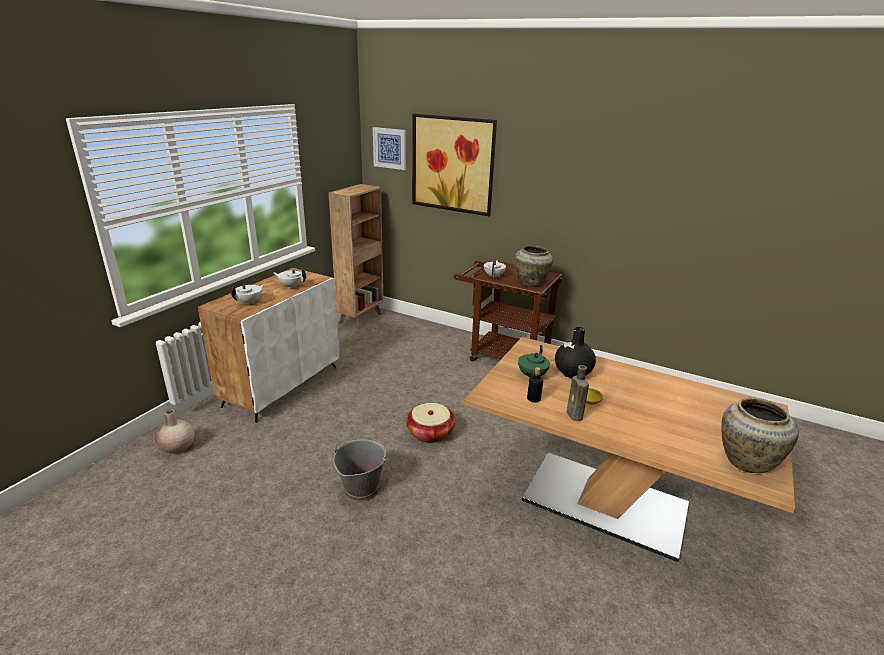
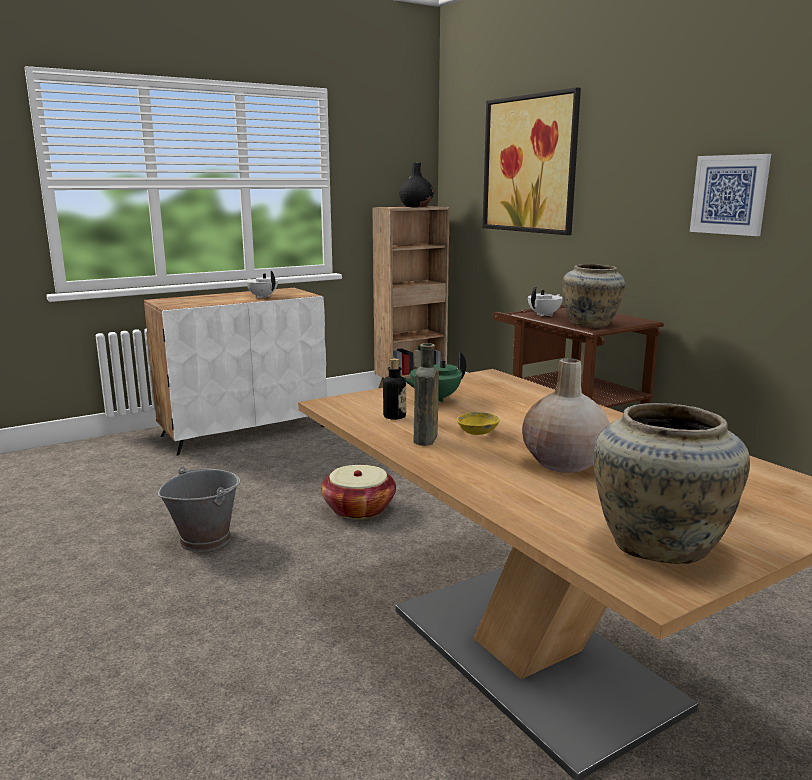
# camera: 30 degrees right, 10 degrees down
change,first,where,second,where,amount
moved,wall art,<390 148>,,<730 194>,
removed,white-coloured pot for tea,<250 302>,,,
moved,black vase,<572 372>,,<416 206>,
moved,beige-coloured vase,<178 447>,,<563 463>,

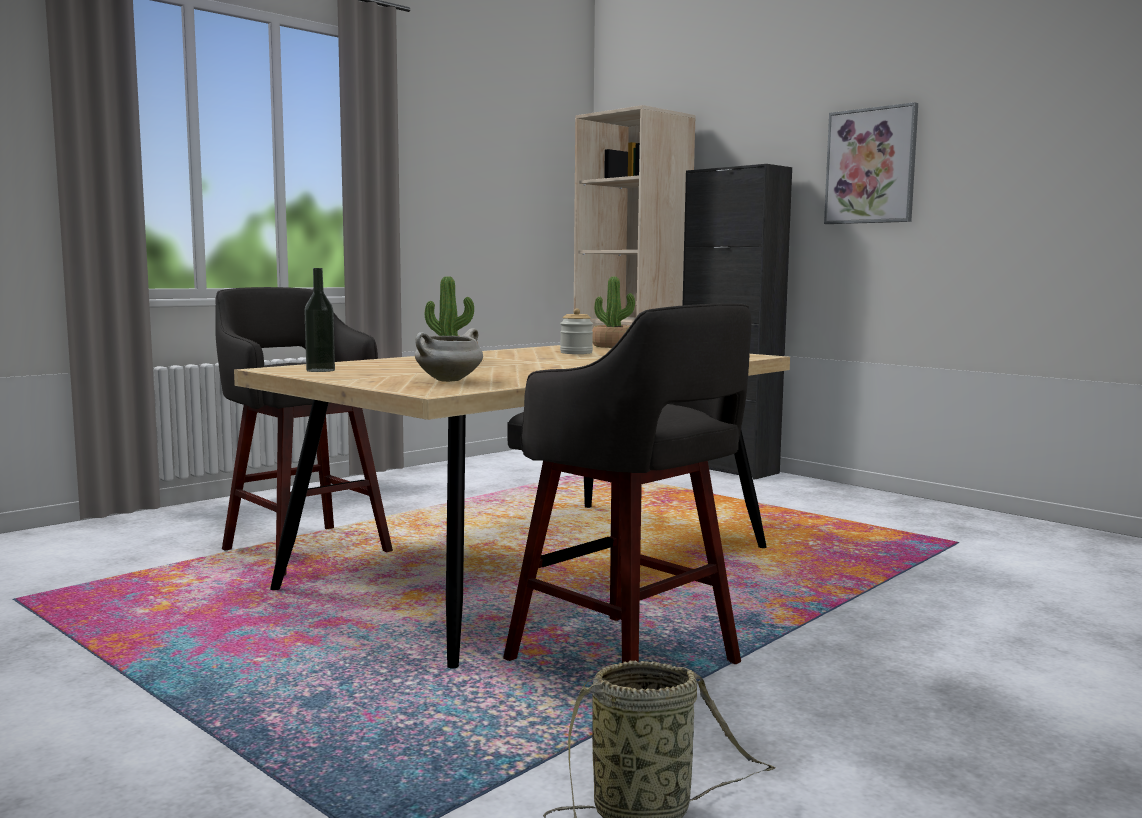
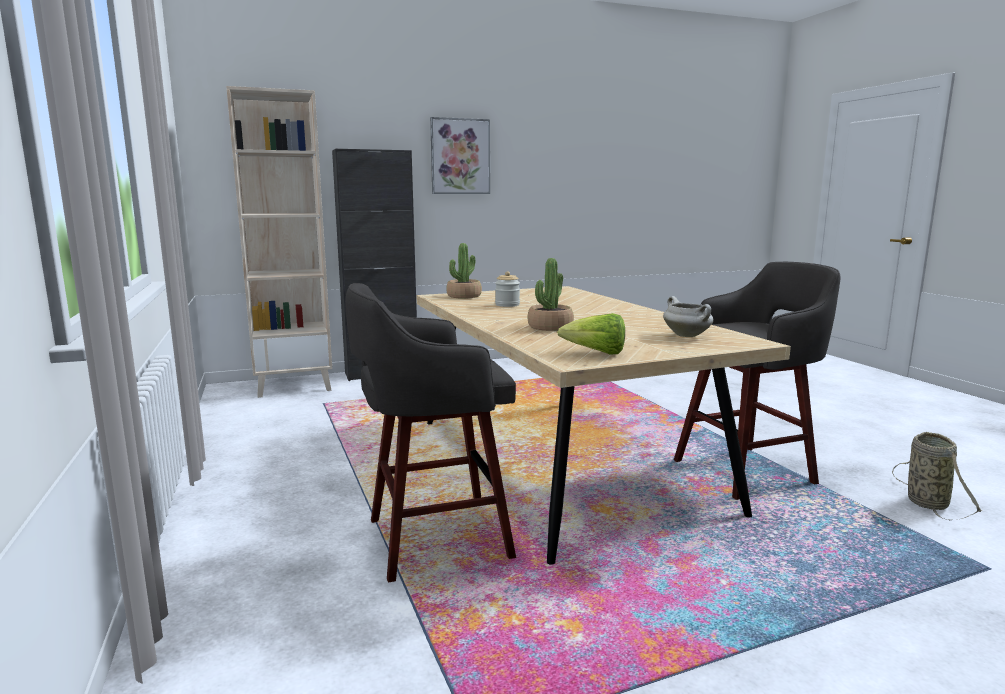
# camera: 65 degrees left, 5 degrees up
change,first,where,second,where,amount
replaced,bottle,<320 370>,lettuce,<596 353>,

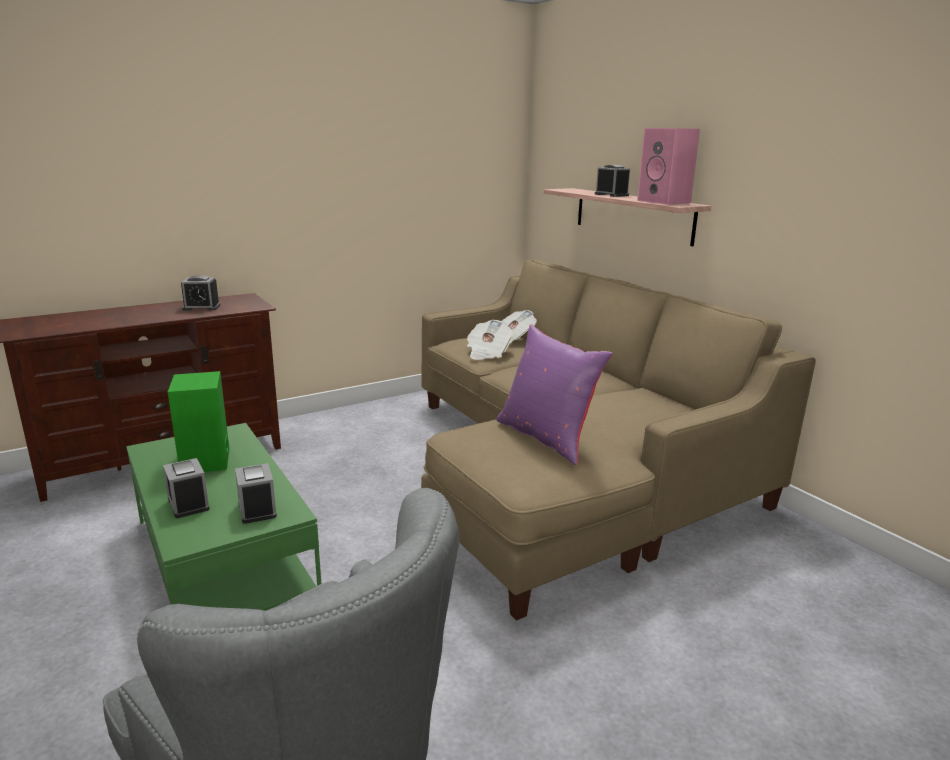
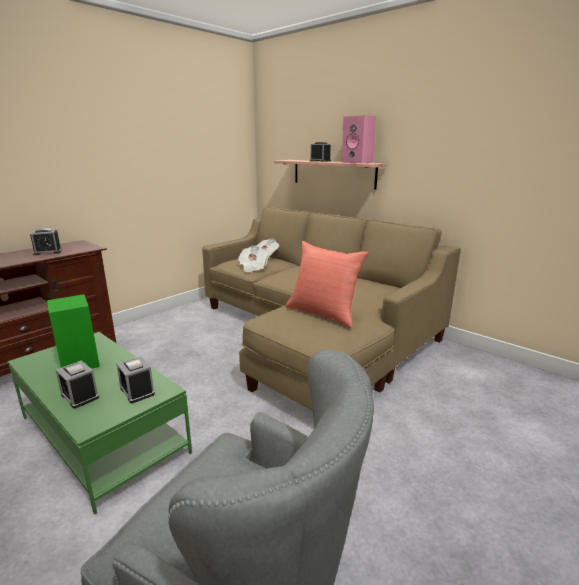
# camera: 15 degrees left, 0 degrees up
change,first,where,second,where,amount
recoloured,purple-coloured cushion,<547 438>,red-coloured cushion,<323 313>,

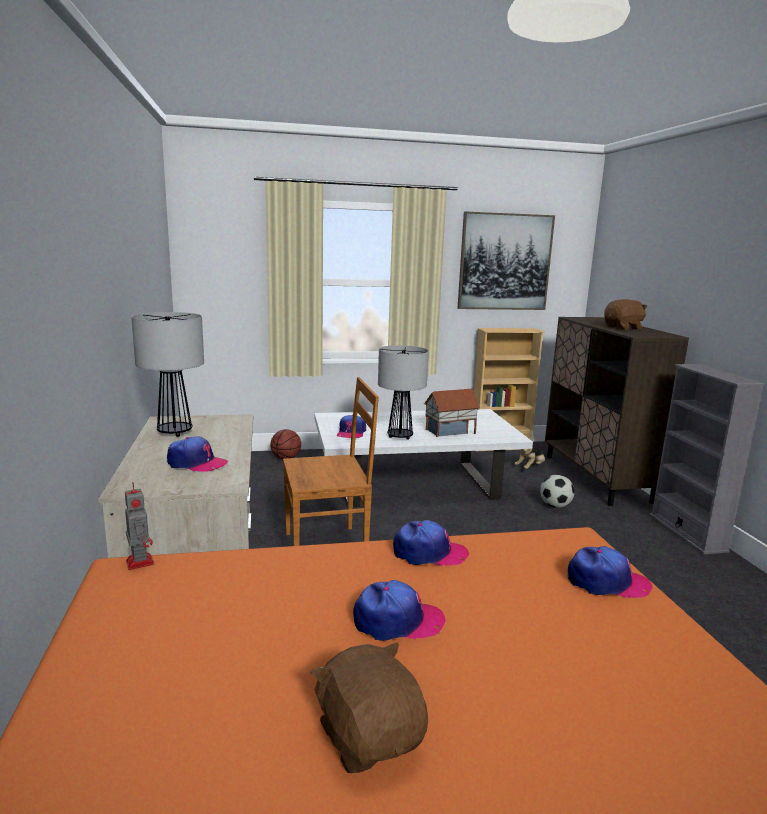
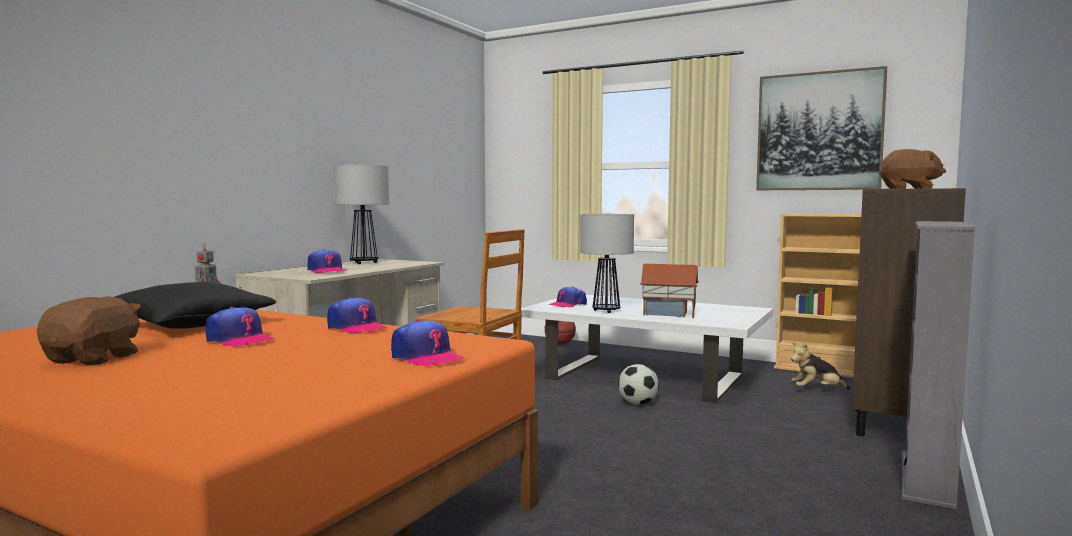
# camera: 40 degrees right, 10 degrees down
change,first,where,second,where,amount
moved,football ball,<555 505>,,<638 403>,
added,,,black cushion,<191 325>,

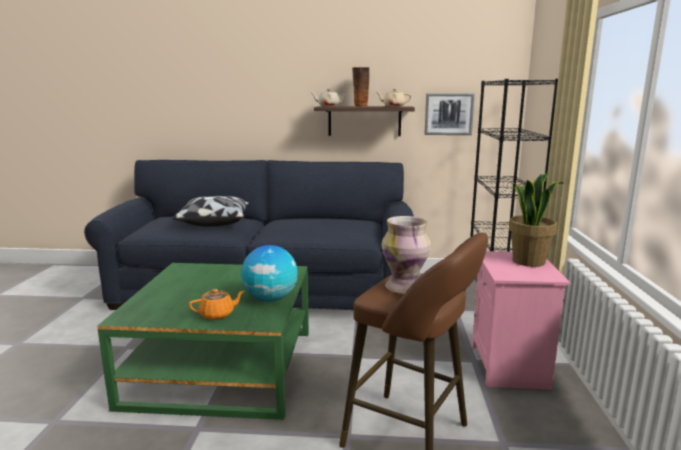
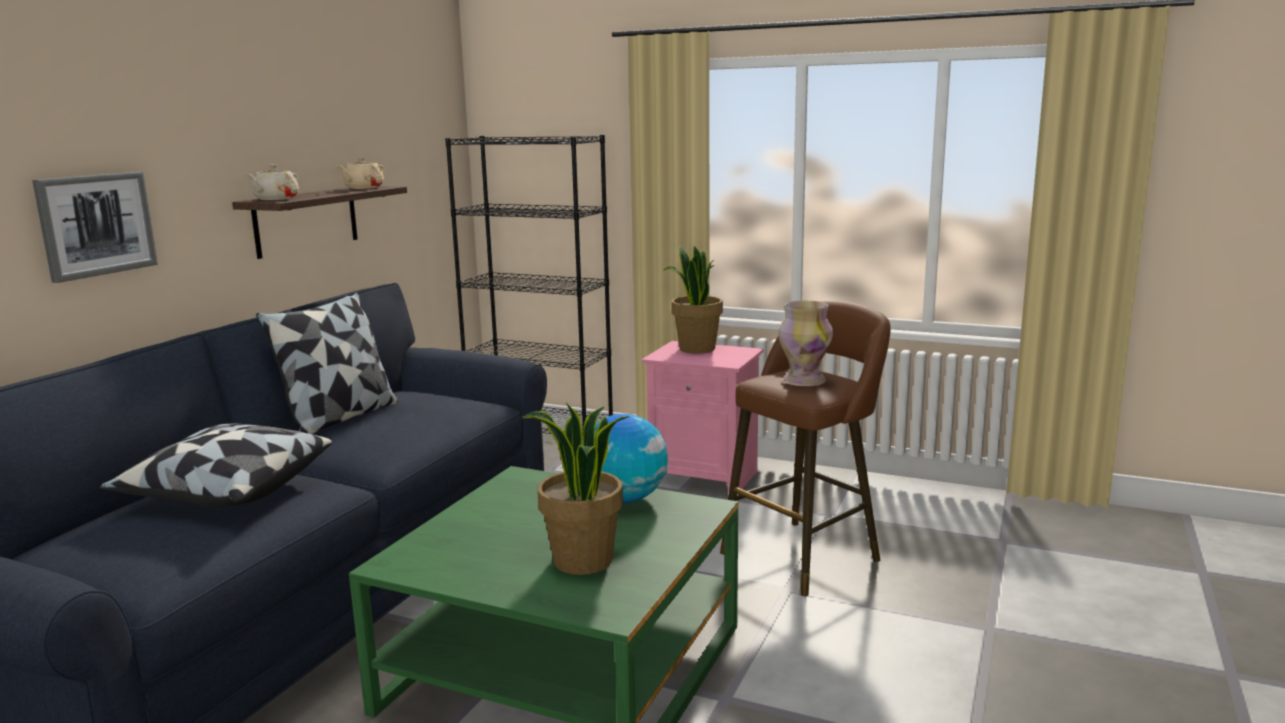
# camera: 70 degrees left, 0 degrees up
change,first,where,second,where,amount
removed,vase,<360 106>,,,
moved,wall art,<448 114>,,<96 224>,
removed,orange-coloured pot for tea,<217 314>,,,
added,,,cushion,<339 418>,
added,,,houseplant,<582 561>,

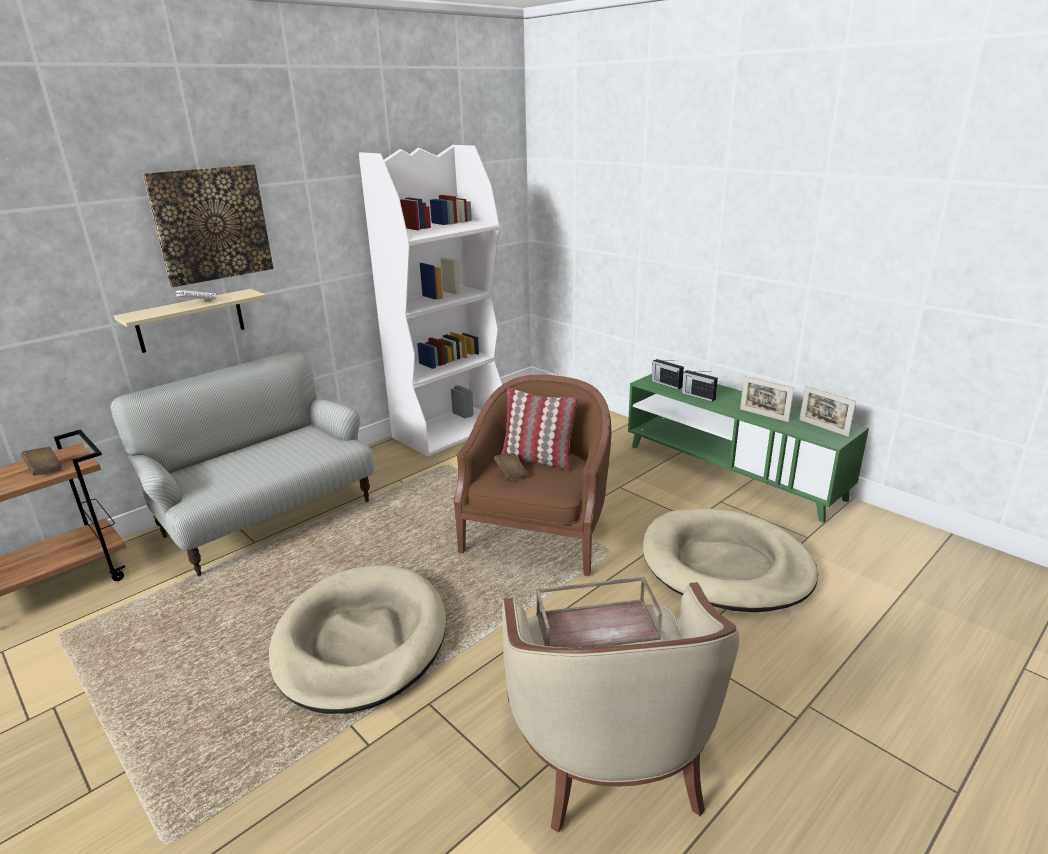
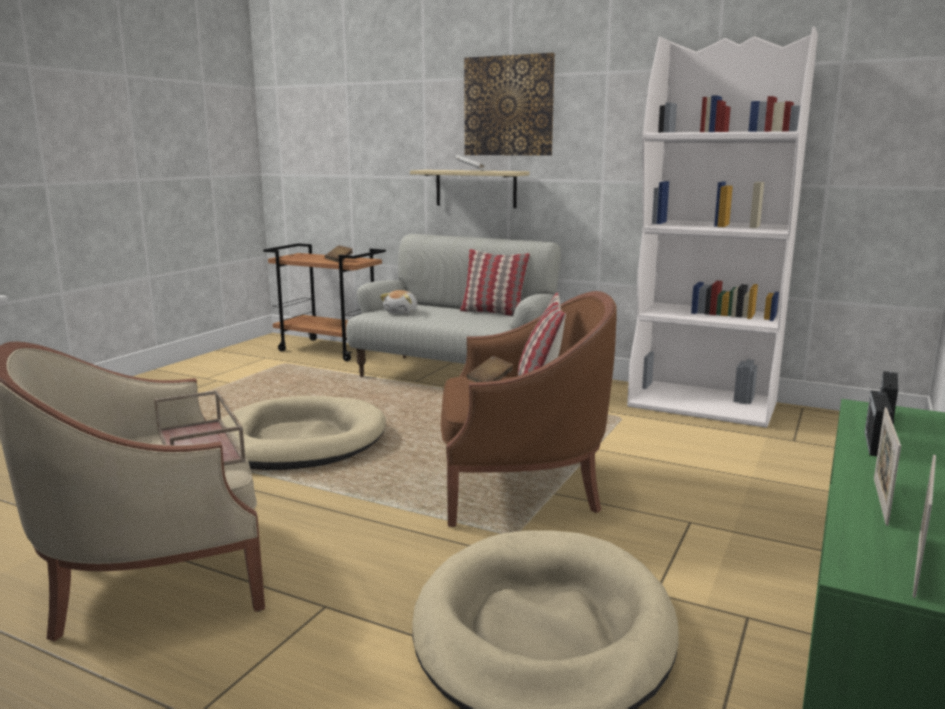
# camera: 70 degrees right, 10 degrees down
change,first,where,second,where,amount
added,,,cushion,<493 312>,
added,,,plush toy,<402 312>,

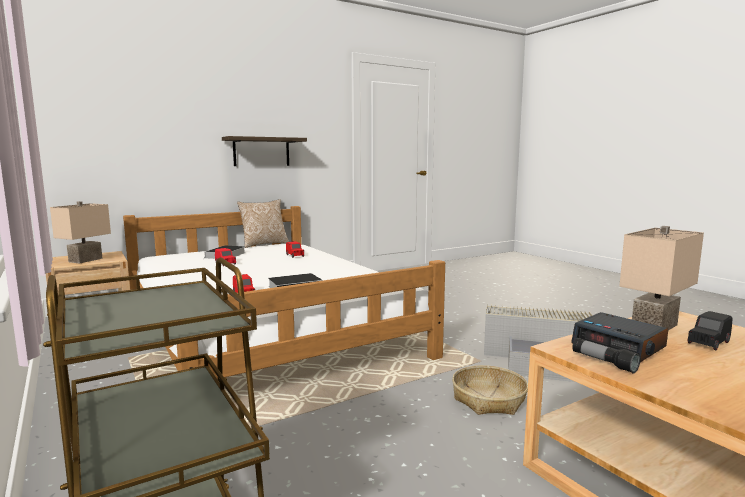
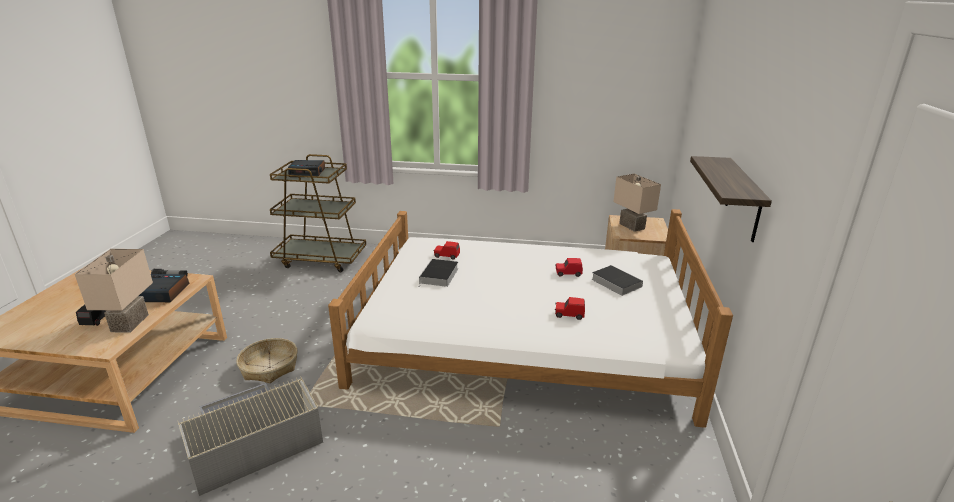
# camera: 130 degrees right, 15 degrees up
change,first,where,second,where,amount
removed,cushion,<264 244>,,,
added,,,bedside clock,<308 172>,

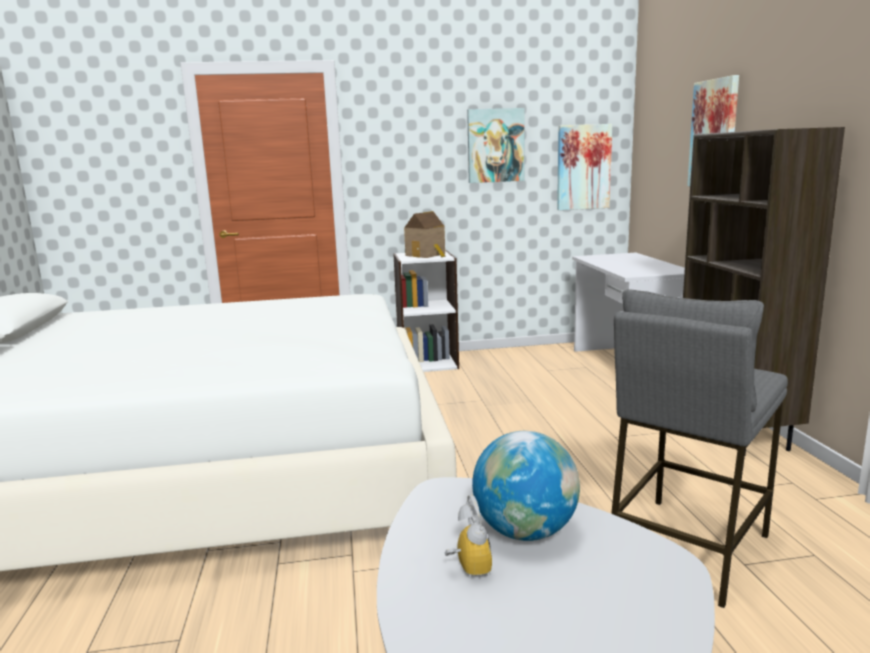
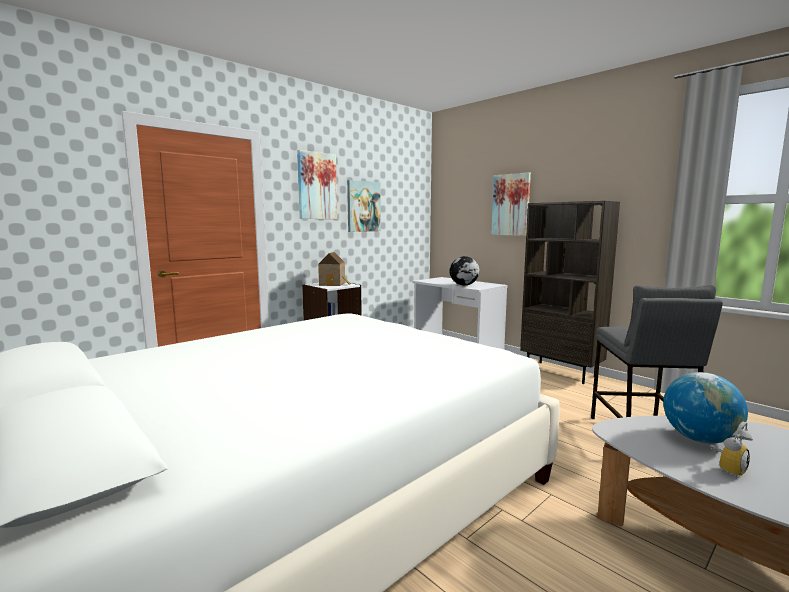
# camera: 35 degrees left, 5 degrees down
change,first,where,second,where,amount
moved,wall art,<583 167>,,<316 186>,
turned,bedside clock,<466 568>,,<727 469>,105 degrees clockwise
added,,,globe,<463 285>,

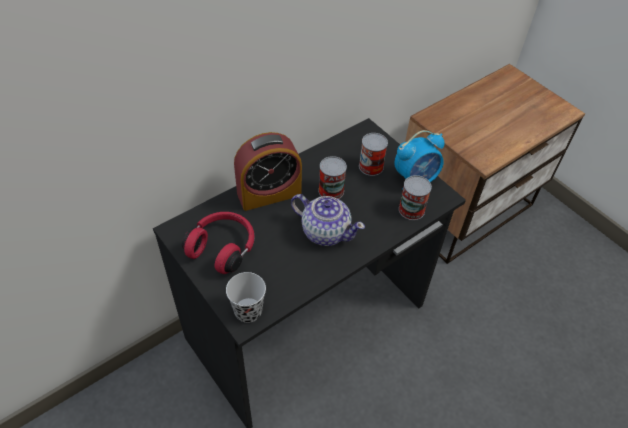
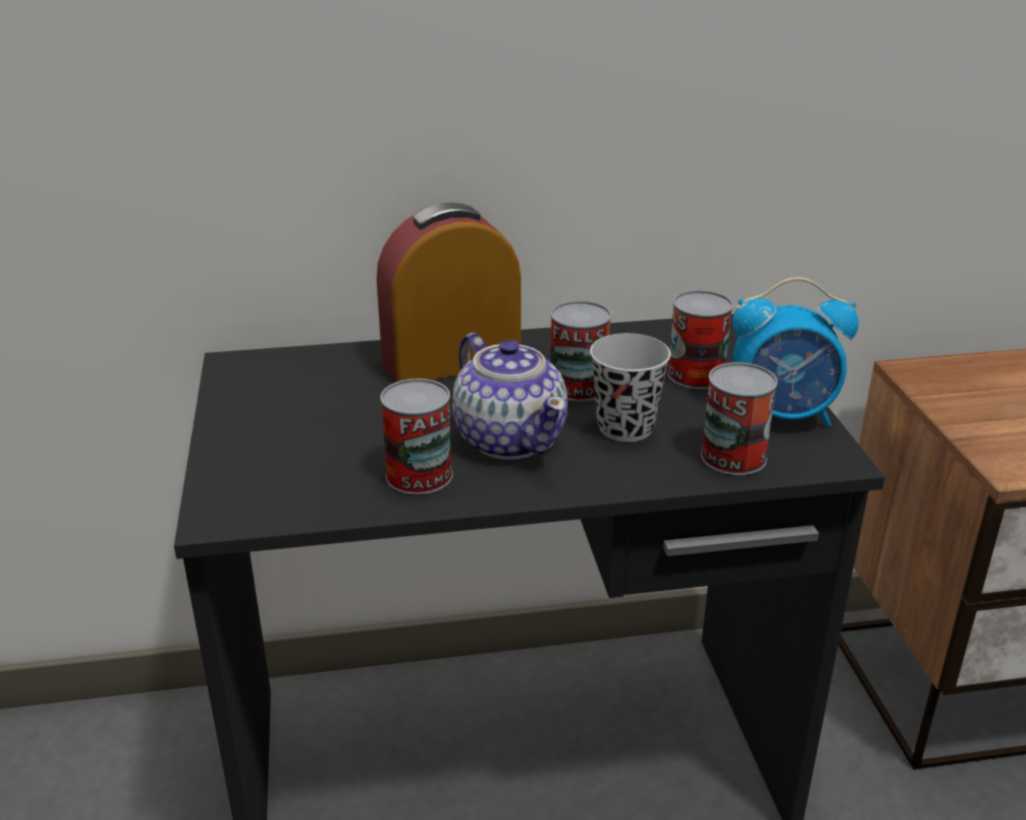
# camera: 30 degrees right, 20 degrees down
change,first,where,second,where,amount
turned,bedside clock,<269 193>,,<451 361>,150 degrees clockwise
removed,red-coloured headphones,<223 247>,,,
moved,black small cup,<248 311>,,<625 428>,
added,,,metal can,<419 475>,

